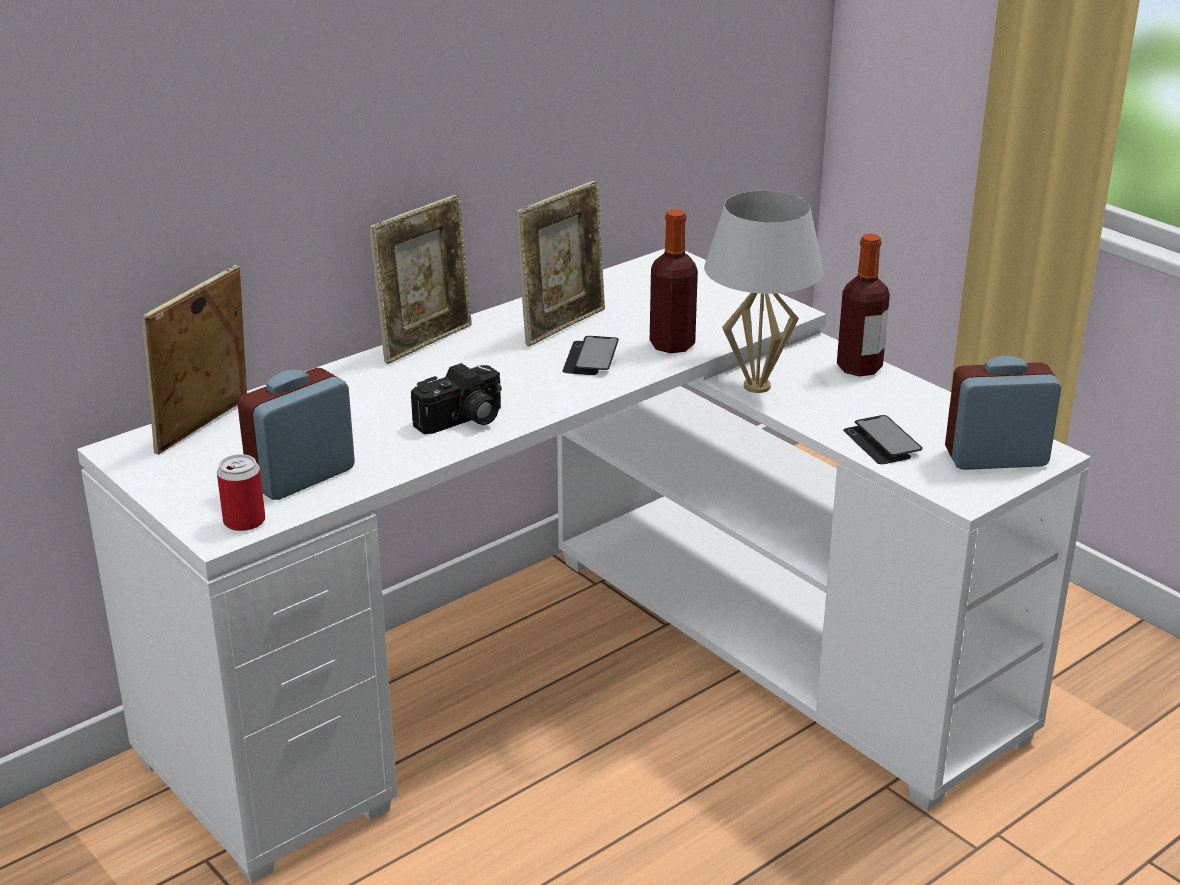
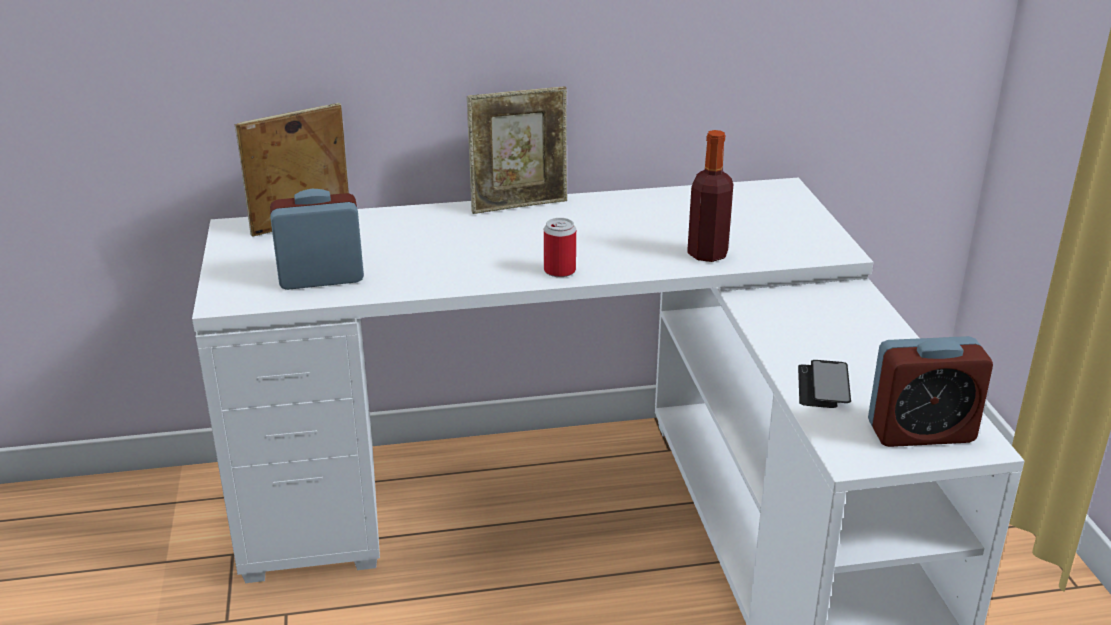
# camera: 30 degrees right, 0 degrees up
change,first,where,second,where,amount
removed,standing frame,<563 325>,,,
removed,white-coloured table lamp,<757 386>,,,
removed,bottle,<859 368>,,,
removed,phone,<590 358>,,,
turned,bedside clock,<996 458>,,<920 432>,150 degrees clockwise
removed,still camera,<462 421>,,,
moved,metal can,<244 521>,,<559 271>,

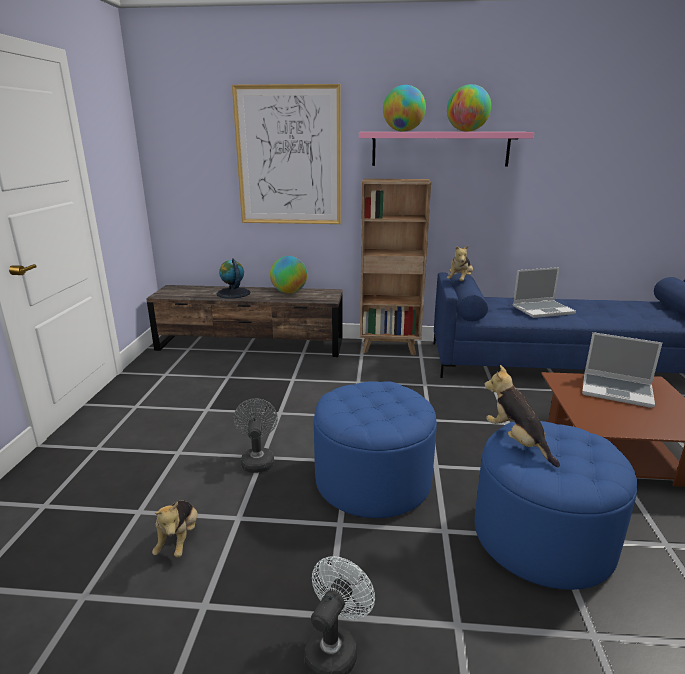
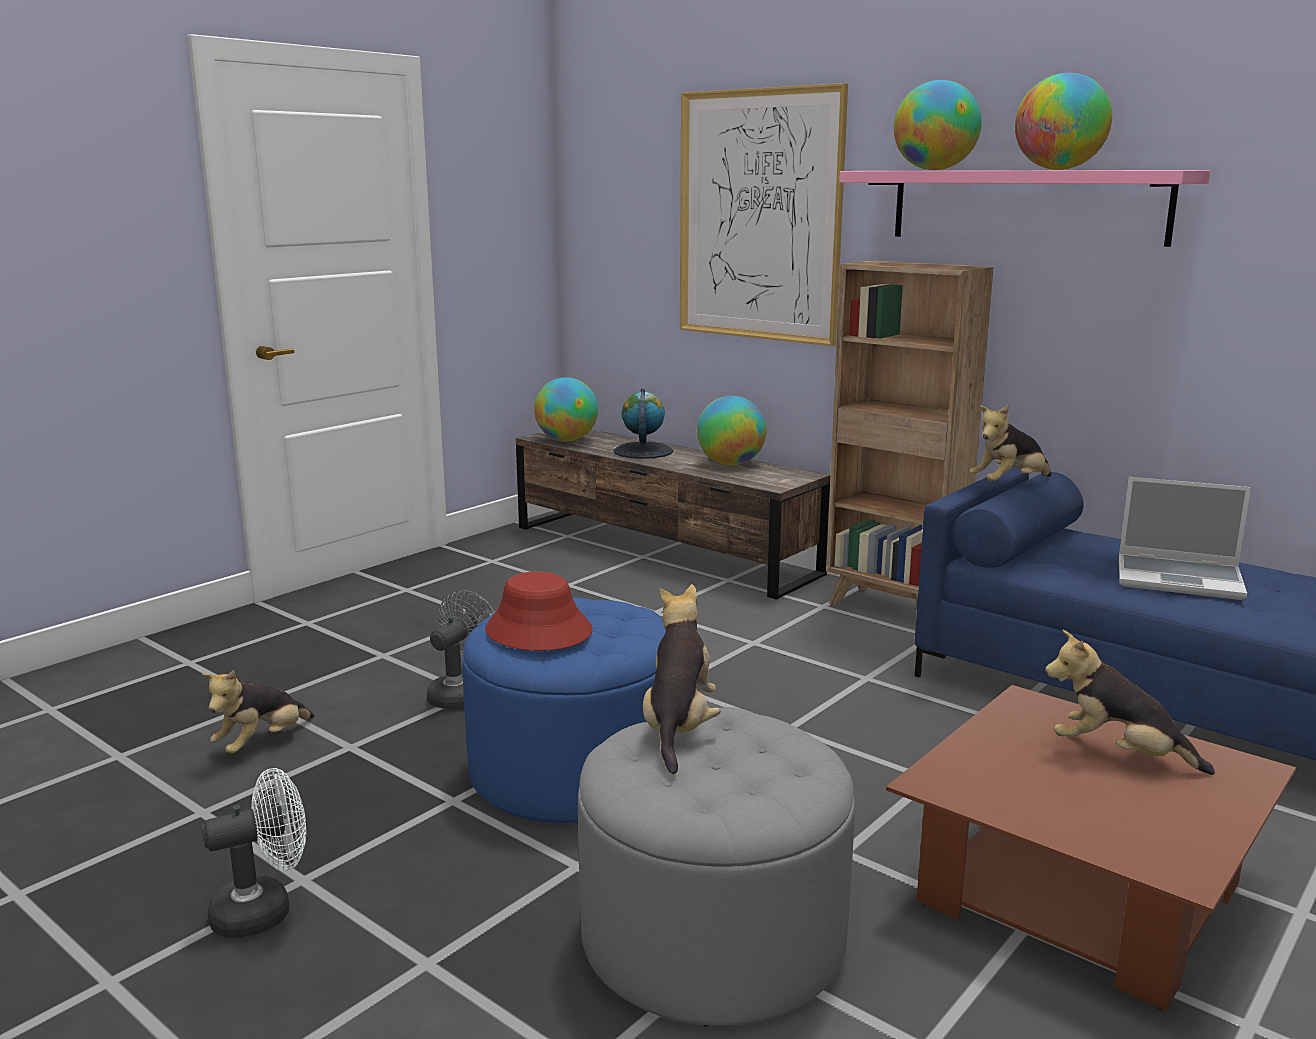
# camera: 35 degrees right, 5 degrees down
change,first,where,second,where,amount
replaced,portable computer,<617 391>,plush toy,<1118 755>,
recoloured,blue ottoman,<542 537>,greyish ottoman,<713 937>,
added,,,globe,<567 440>,
added,,,red-coloured clothing hat,<538 631>,

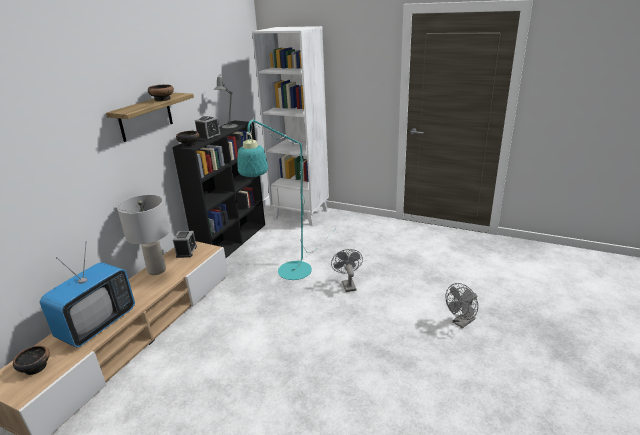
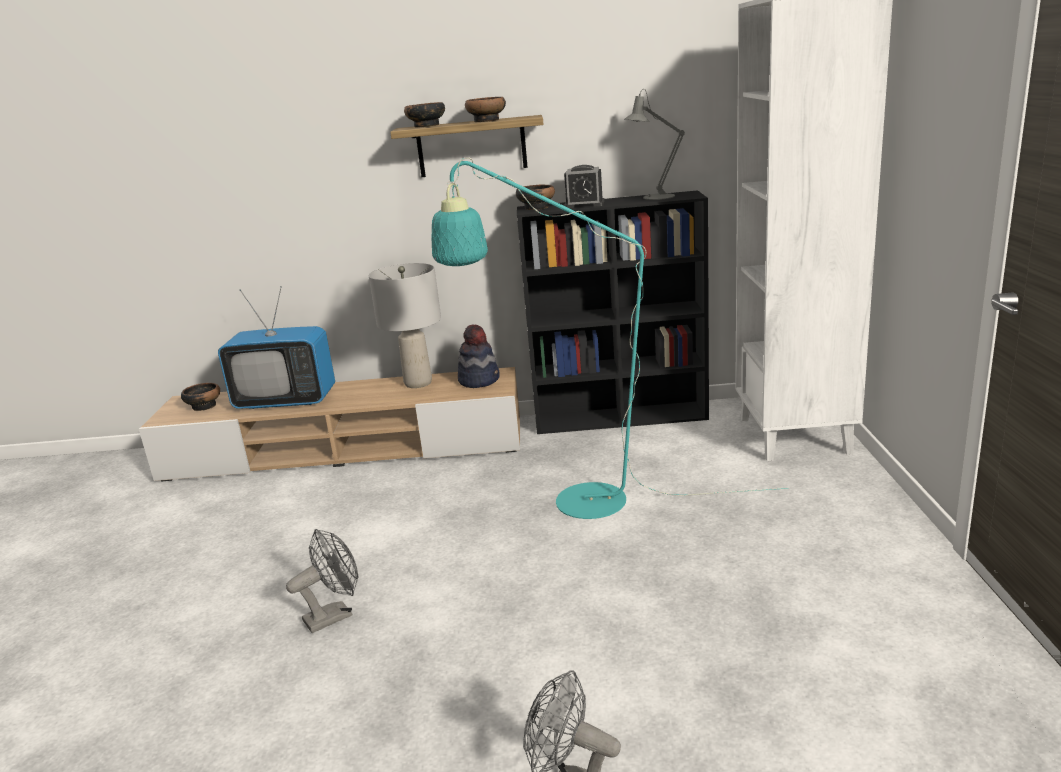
# camera: 65 degrees right, 5 degrees down
change,first,where,second,where,amount
replaced,bedside clock,<186 251>,clothing hat,<479 380>,
moved,greyish fan,<348 284>,,<335 615>,
added,,,serving bowl,<426 126>,

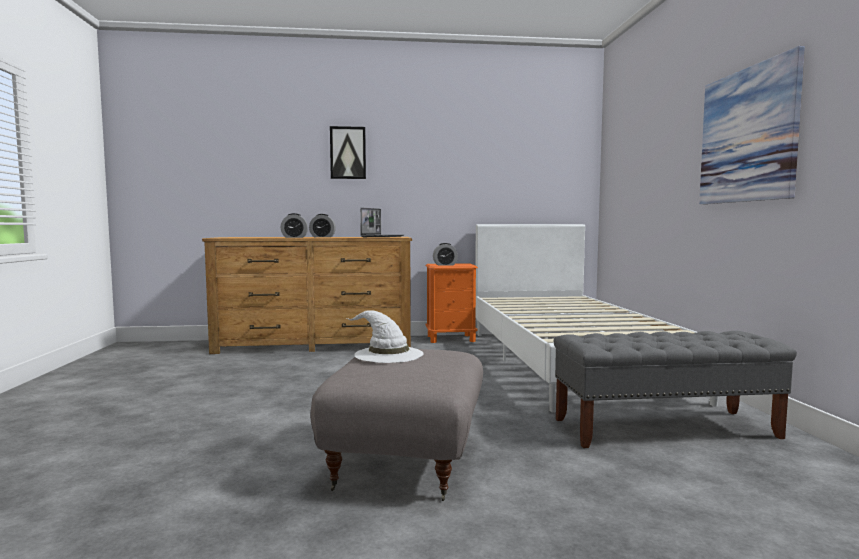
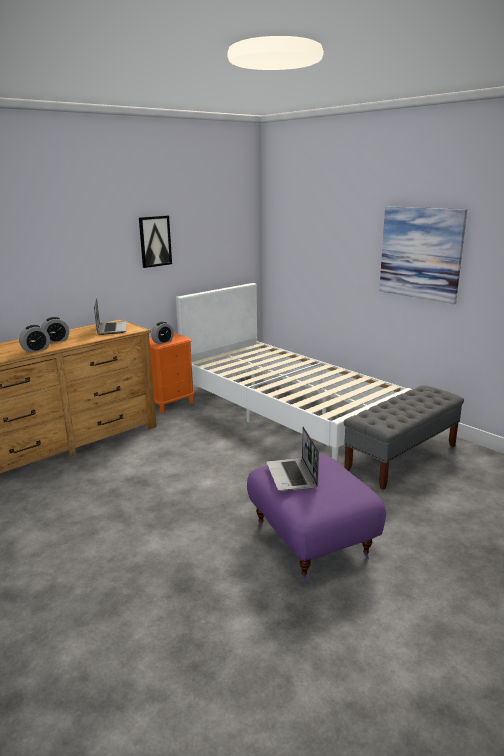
# camera: 35 degrees left, 15 degrees up
change,first,where,second,where,amount
moved,wall art,<348 153>,,<155 241>,
replaced,white-coloured clothing hat,<387 354>,portable computer,<292 476>,
recoloured,greyish ottoman,<407 461>,purple-coloured ottoman,<313 540>,

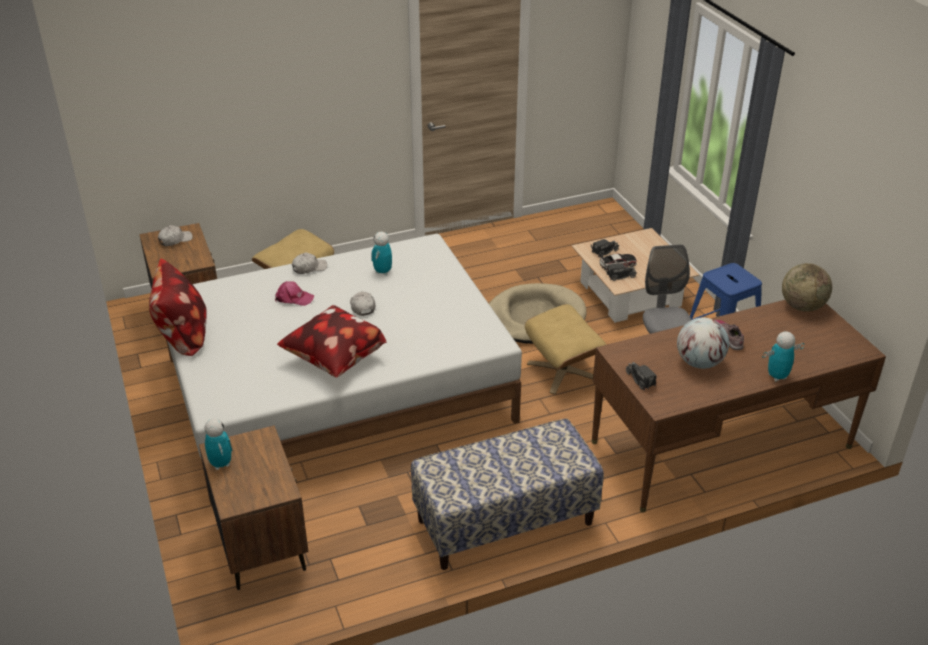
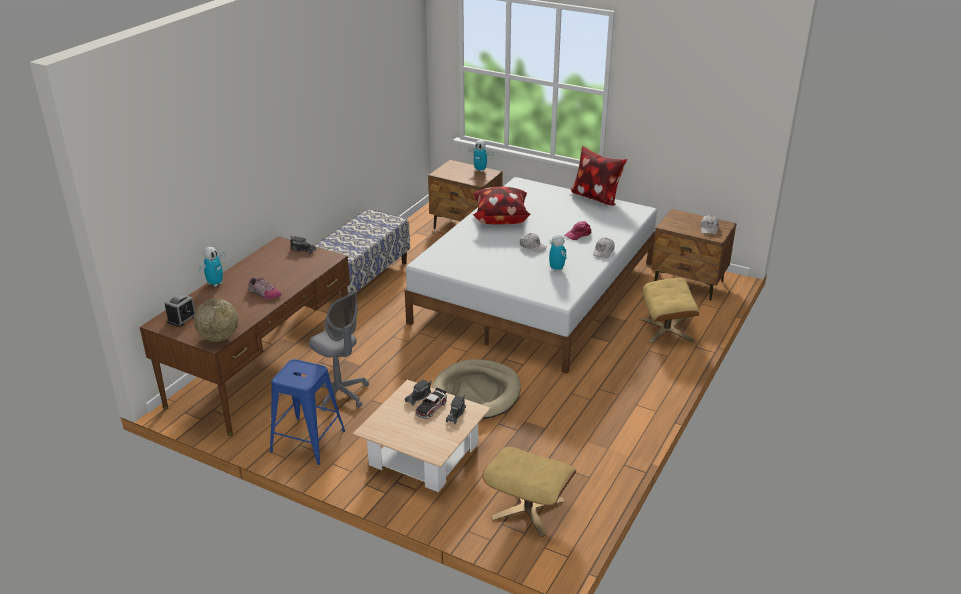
# camera: 140 degrees right, 5 degrees down
change,first,where,second,where,amount
moved,beige-coloured ottoman,<563 371>,,<528 509>,
removed,globe,<699 363>,,,
added,,,bedside clock,<182 319>,

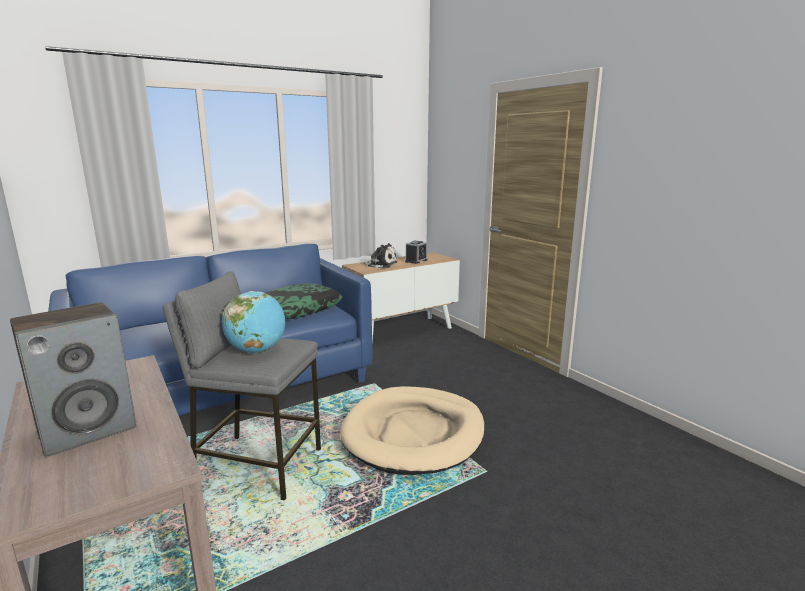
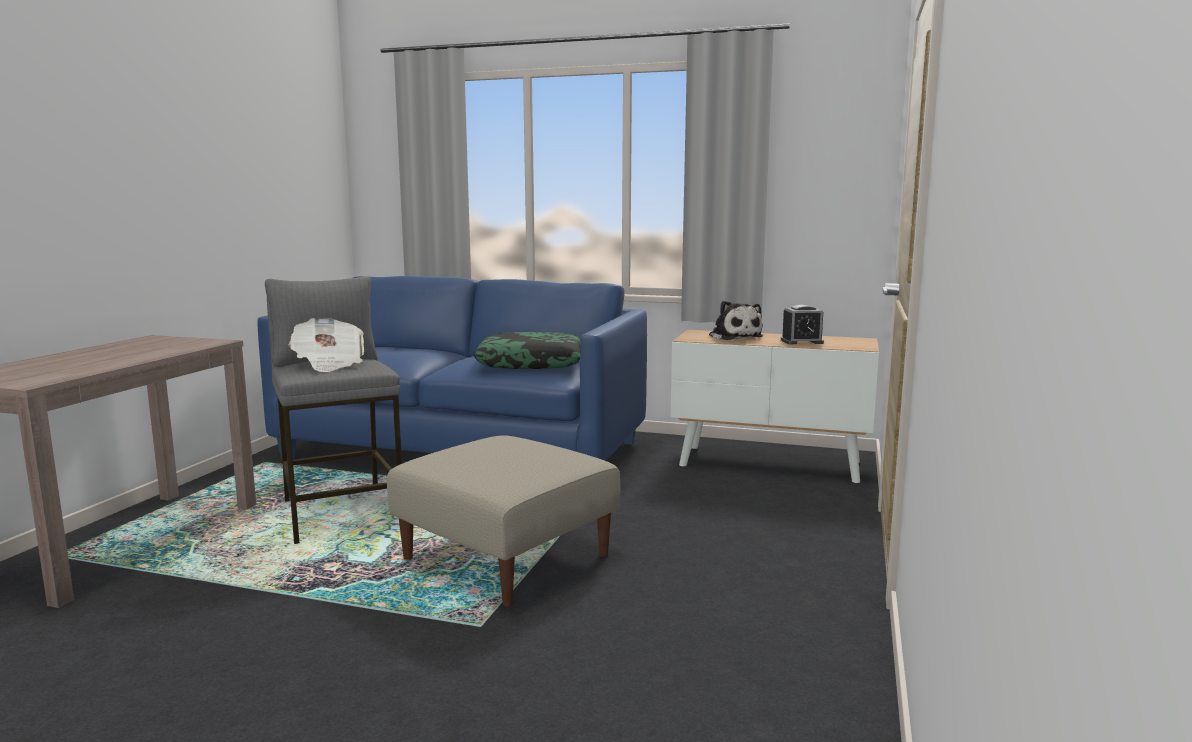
# camera: 50 degrees right, 5 degrees down
change,first,where,second,where,amount
replaced,globe,<257 350>,daily paper,<329 364>,
removed,loudspeaker,<88 429>,,,
replaced,beige-coloured dog bed,<414 433>,beige-coloured ottoman,<508 557>,

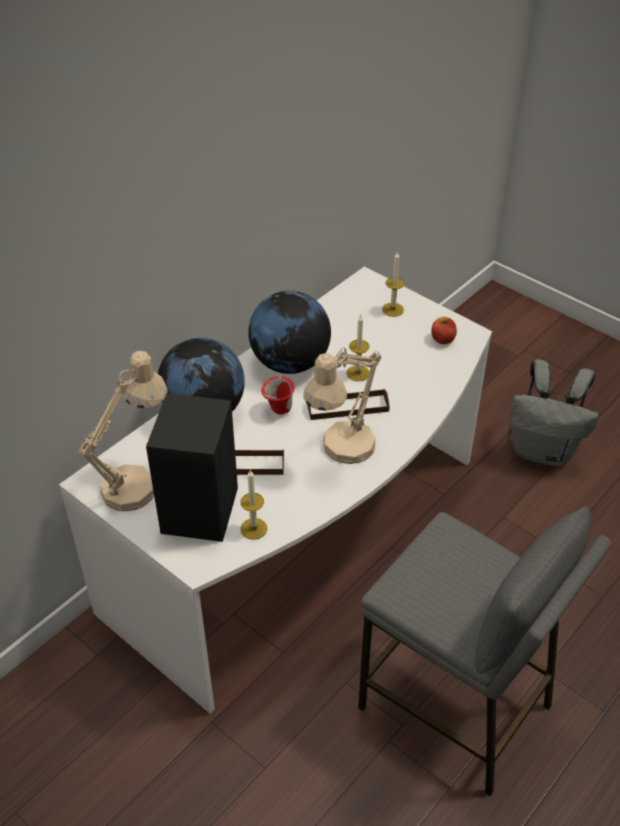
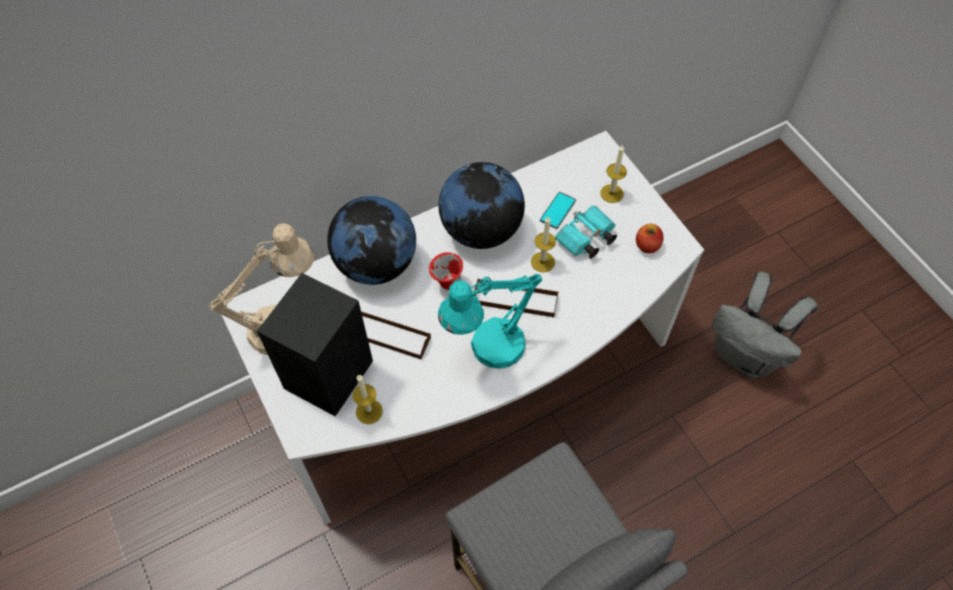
# camera: 20 degrees right, 15 degrees up
change,first,where,second,where,amount
recoloured,beige-coloured table lamp,<341 451>,turquoise table lamp,<487 350>,
added,,,phone,<557 210>,
added,,,turquoise field glasses,<585 240>,

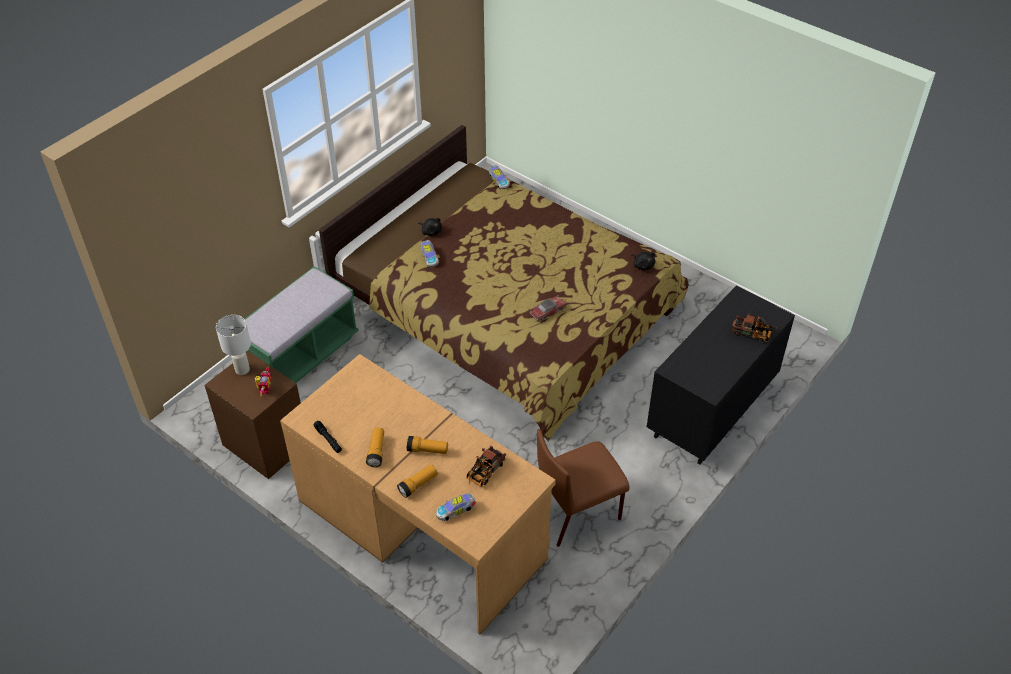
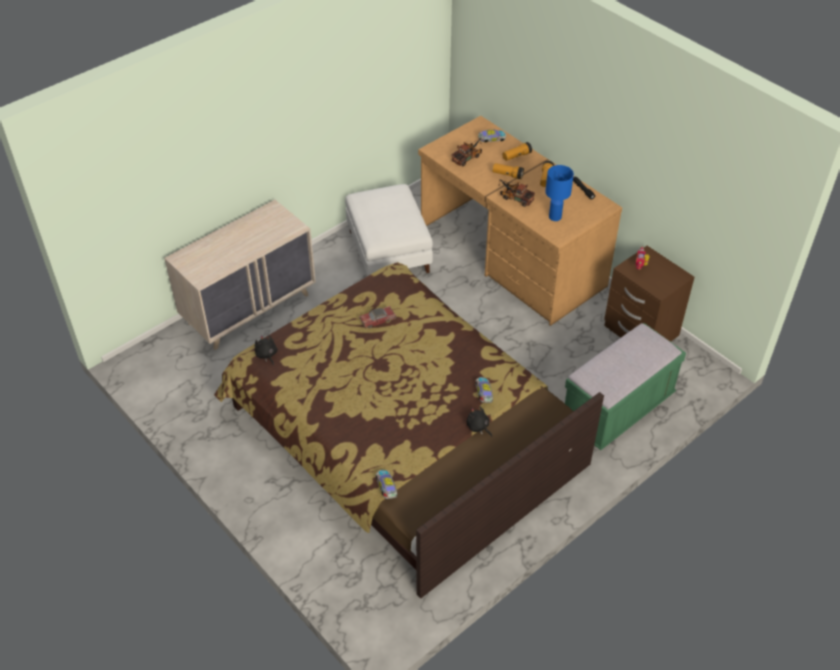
# camera: 170 degrees left, 0 degrees up
change,first,where,second,where,amount
recoloured,black drawer chest,<711 411>,beige-coloured drawer chest,<249 308>,
moved,toy truck,<753 334>,,<514 198>,
removed,white-coloured table lamp,<242 369>,,,
replaced,brownish plain chair,<577 511>,white-coloured ottoman,<389 252>,
added,,,blue table lamp,<555 217>,

